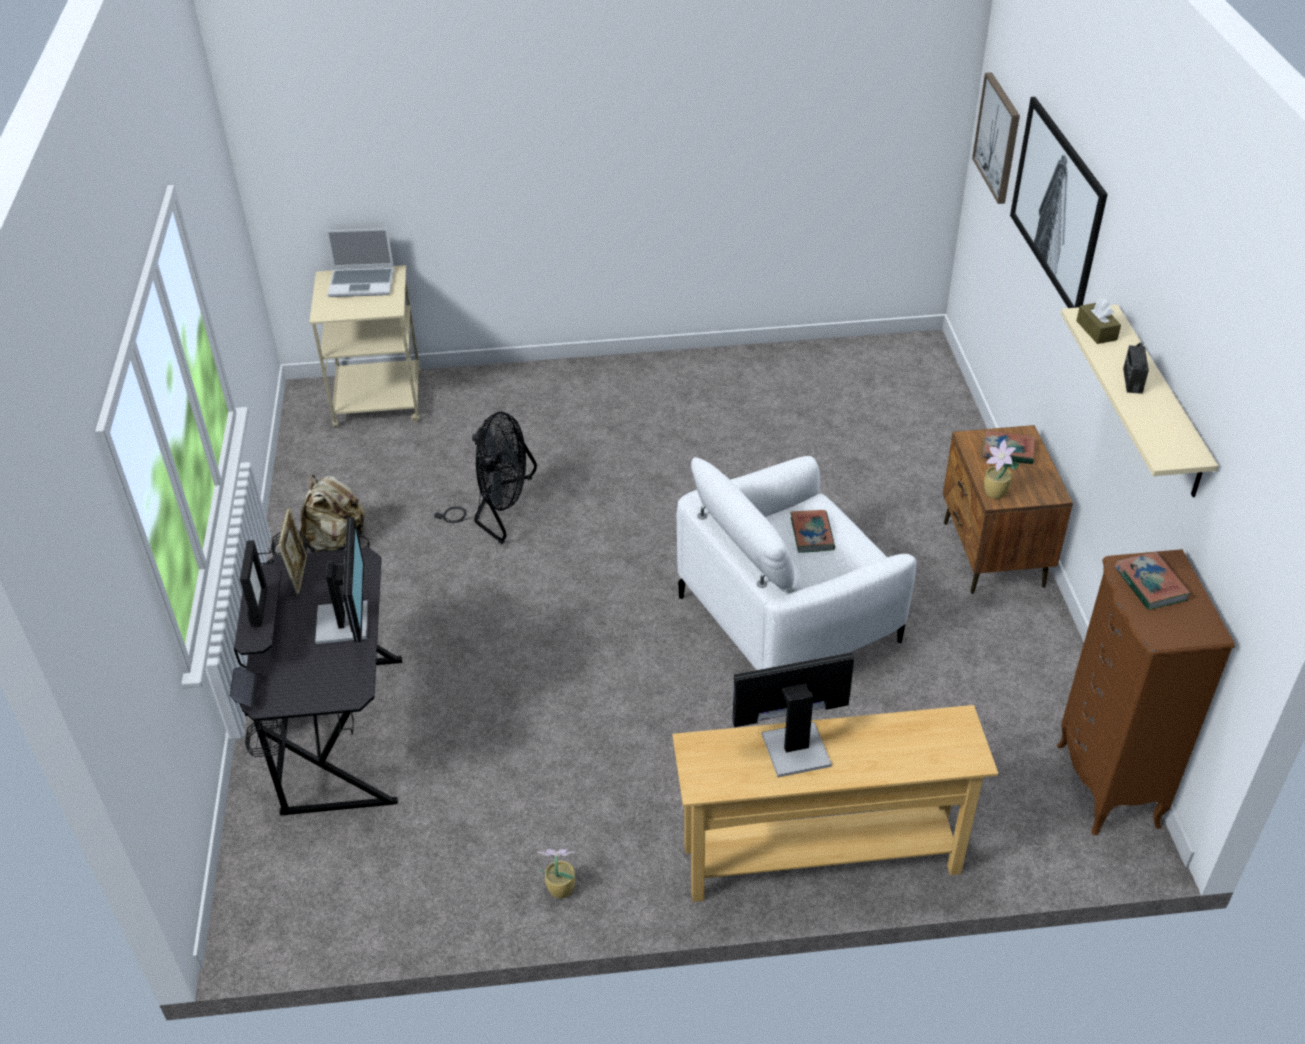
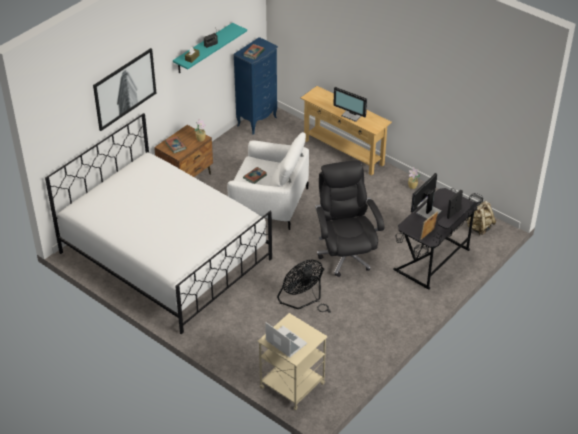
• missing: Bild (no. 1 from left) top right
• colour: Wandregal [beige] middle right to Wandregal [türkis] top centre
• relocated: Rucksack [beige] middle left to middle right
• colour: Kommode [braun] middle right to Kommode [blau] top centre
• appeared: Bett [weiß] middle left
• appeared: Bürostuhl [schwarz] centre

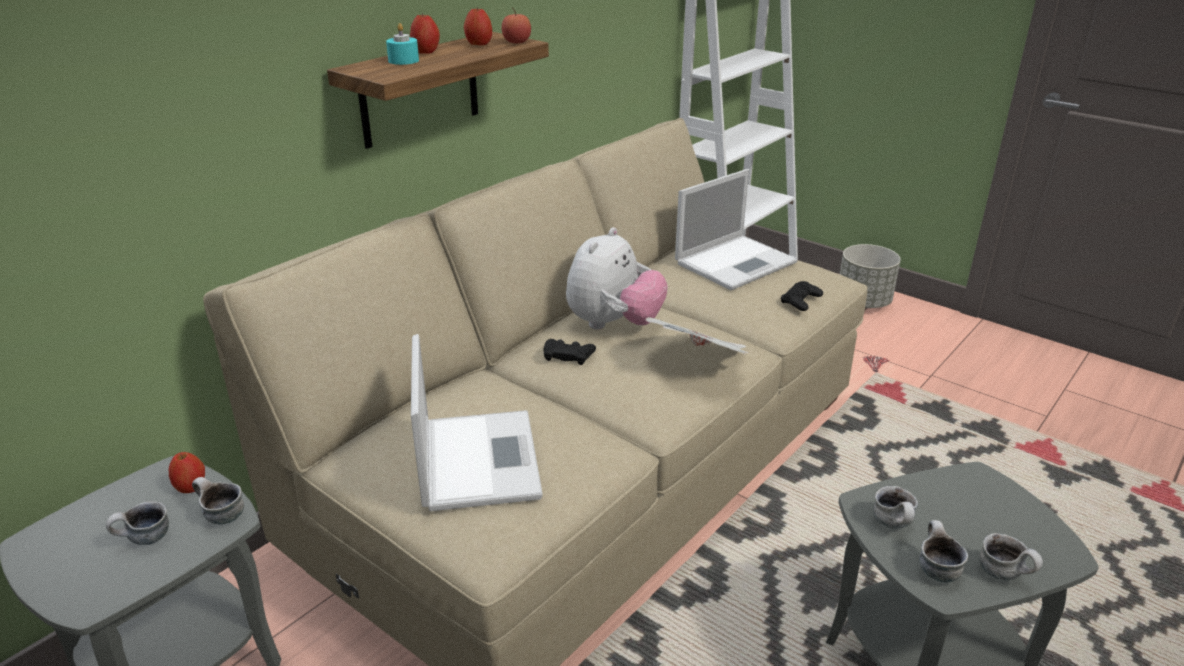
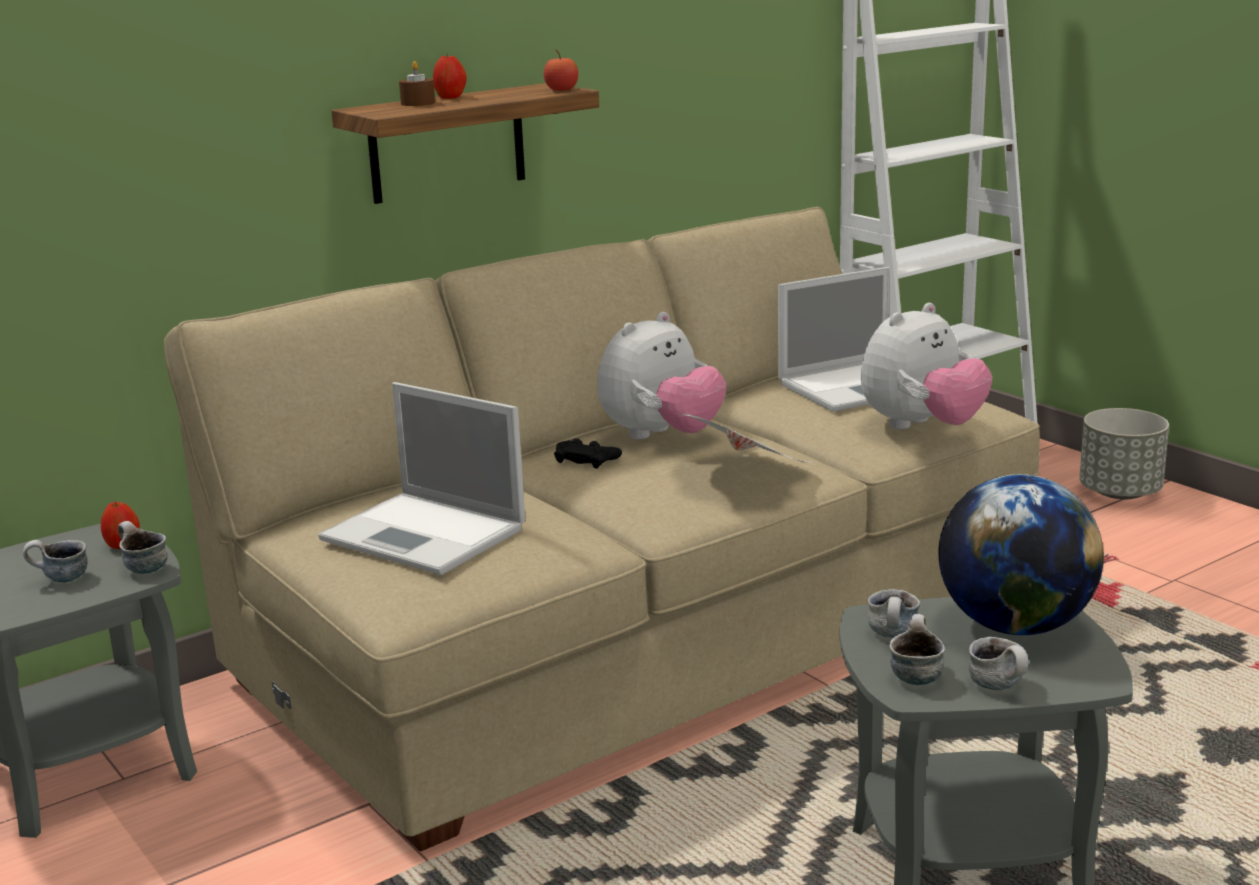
• missing: Apfel (no. 3 from left) top centre
• colour: Kerze [türkis] top centre to Kerze [braun] top left
• exchanged: Gamepad [schwarz] (no. 2 from left) middle right to Plüschtier (no. 2 from left) middle right
• spun: Laptop (no. 1 from left) centre = centre 120 degrees clockwise
• appeared: Globus middle right

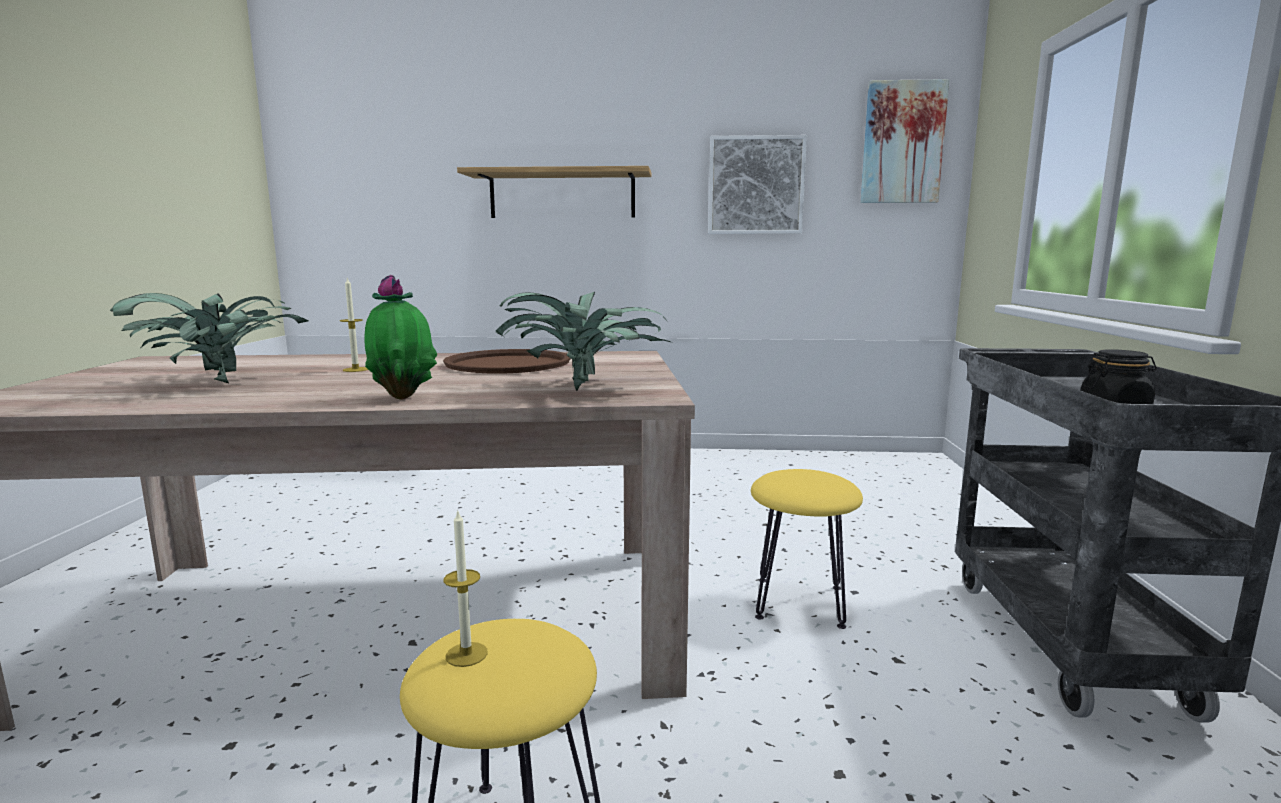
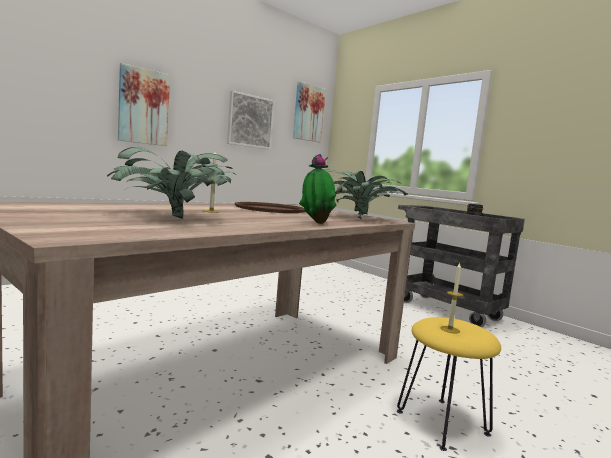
• exchanged: Wandregal top centre to Bild (no. 1 from left) top left
• missing: Hocker [gelb] (no. 2 from left) bottom centre

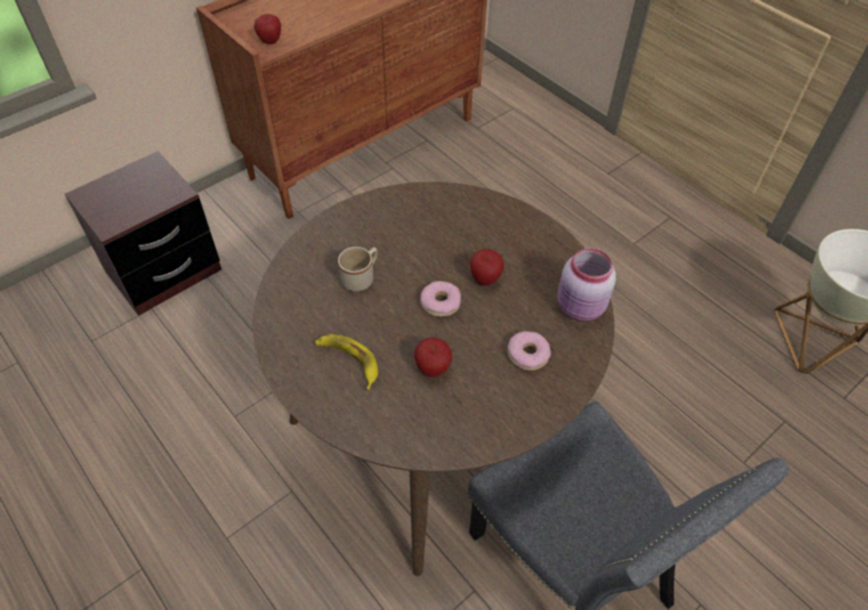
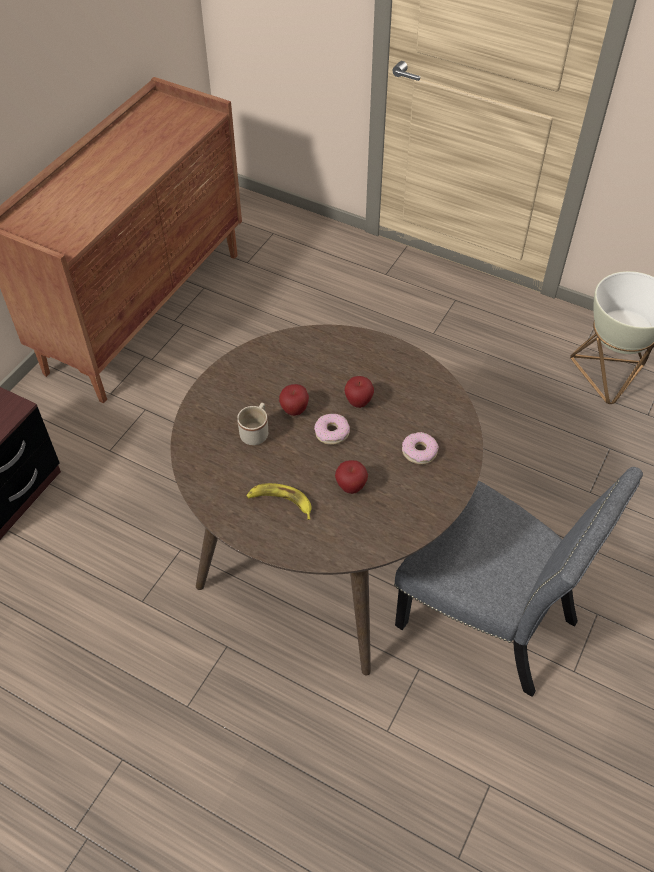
• relocated: Apfel (no. 1 from left) top left to centre
• missing: Vorratsglas [rosa] middle right

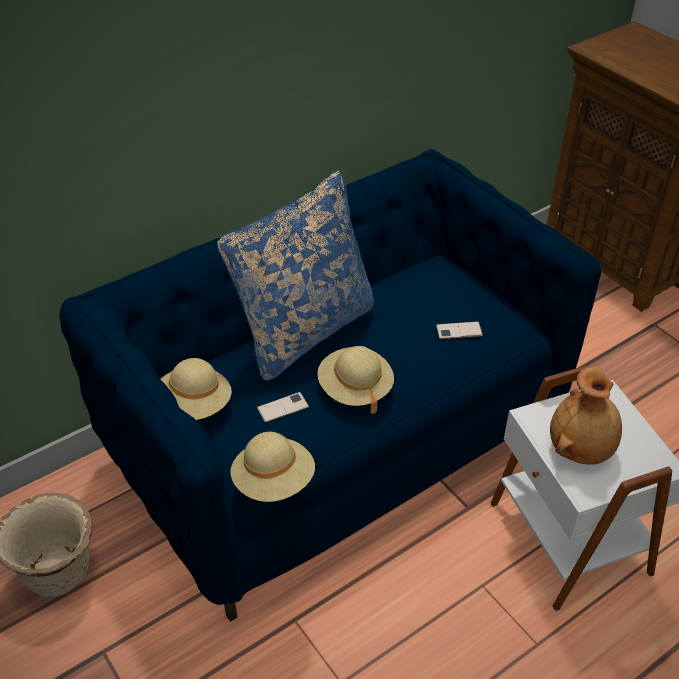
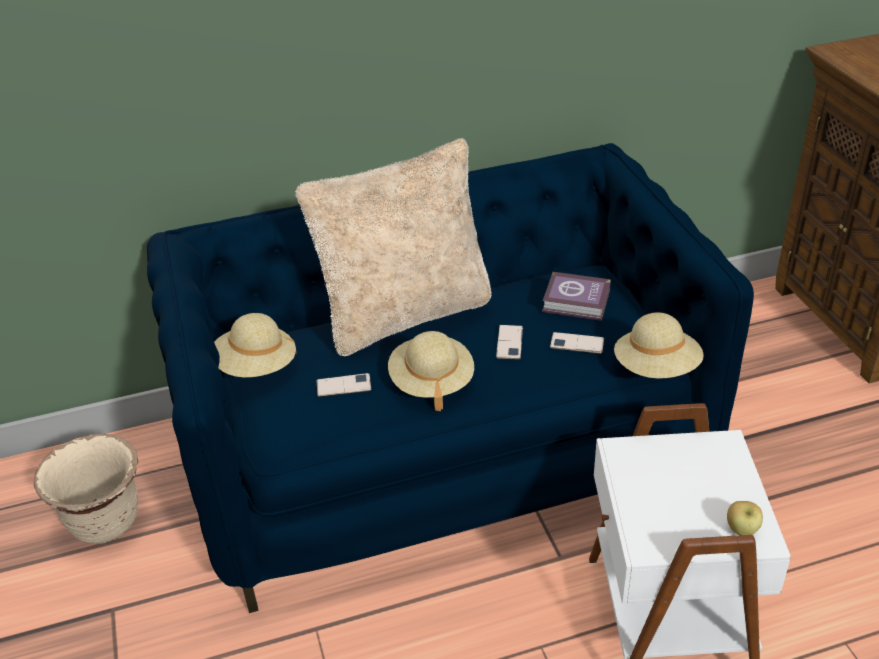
• colour: Kissen [blau] centre to Kissen [beige] centre
• missing: Vase [braun] middle right
• relocated: Hut [beige] (no. 2 from left in the first image) bottom centre to Hut [beige] (no. 3 from left) middle right
• appeared: Buch centre
• appeared: Handy (no. 2 from left) centre
• appeared: Apfel bottom right

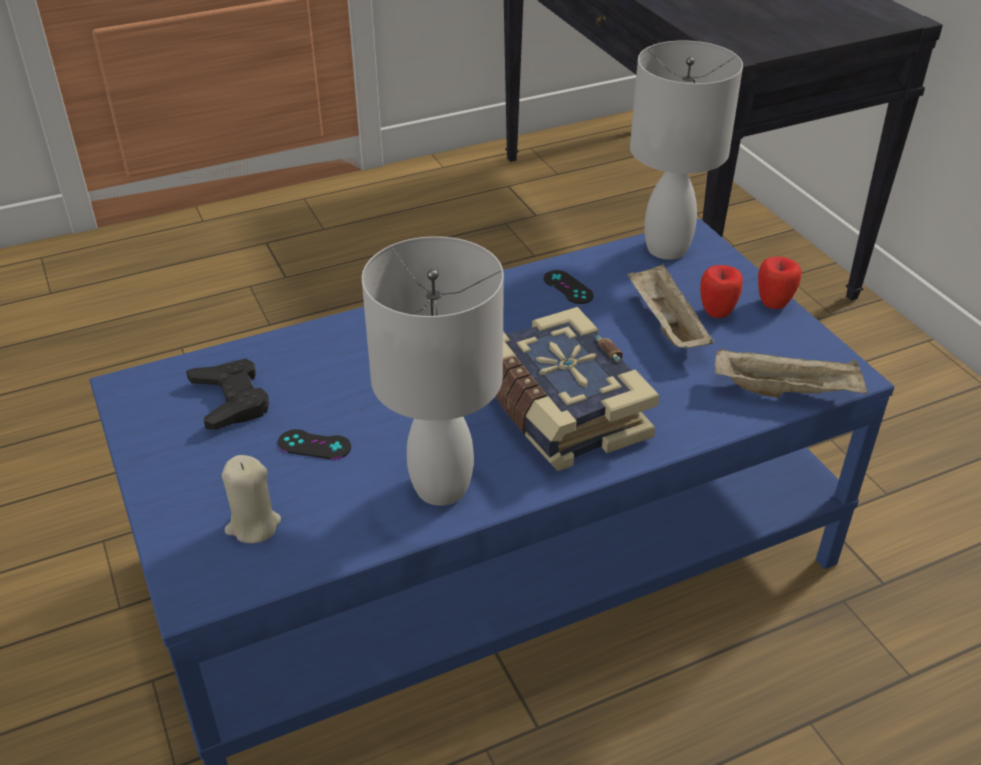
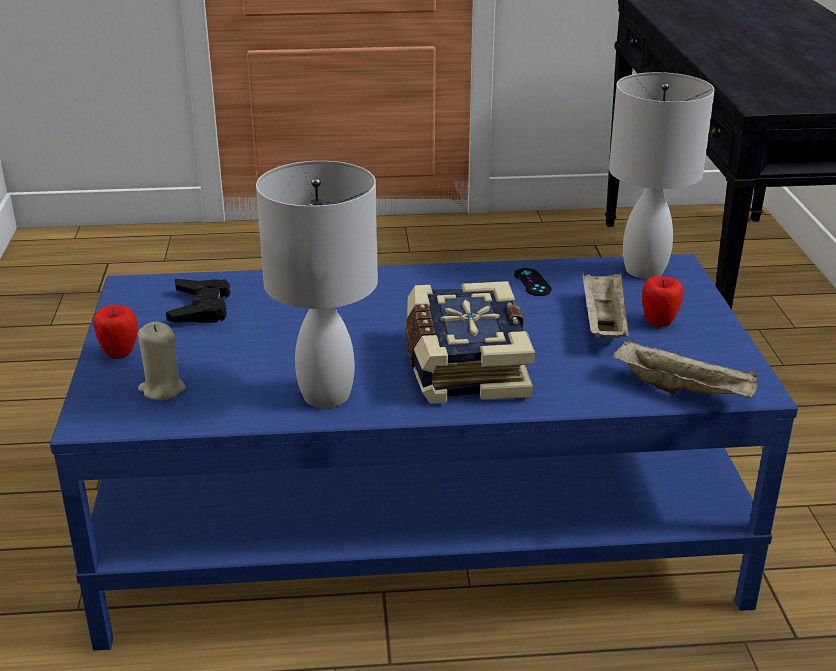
• relocated: Apfel (no. 2 from left in the first image) middle right to Apfel (no. 1 from left) middle left
• missing: Gamepad [schwarz] (no. 2 from left) middle left

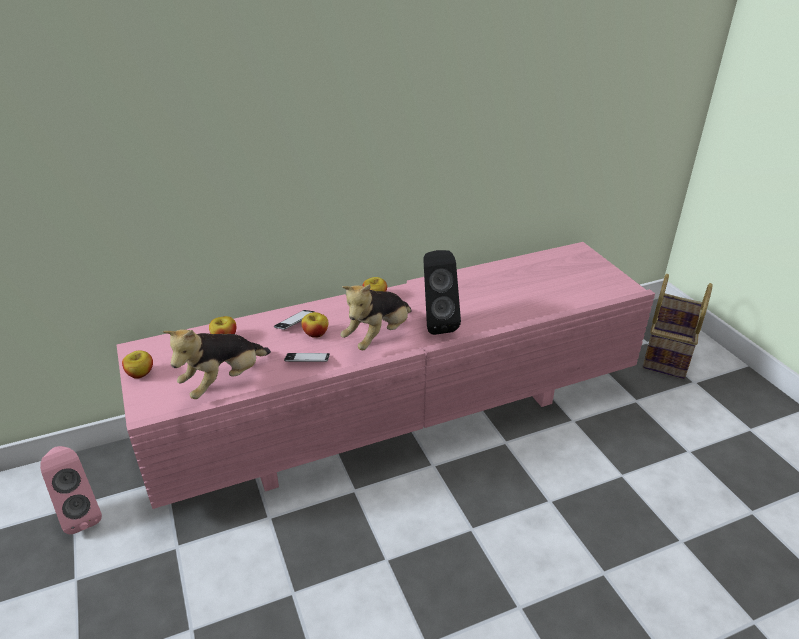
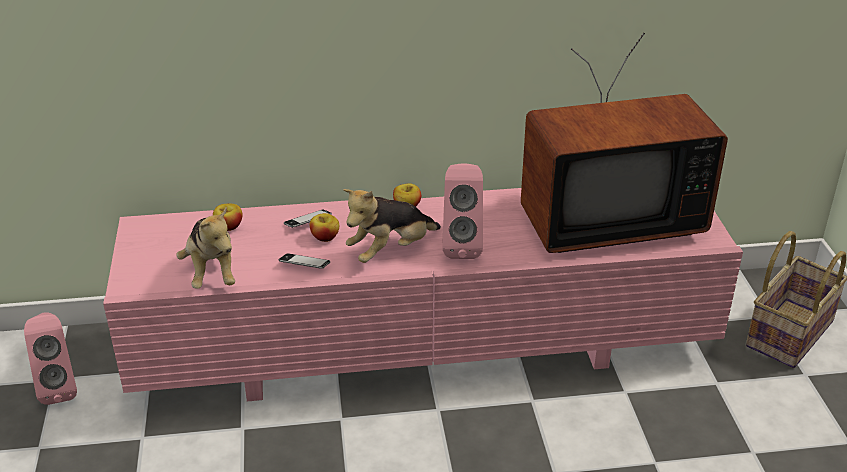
• colour: Lautsprecher [schwarz] centre to Lautsprecher [rosa] (no. 2 from left) centre
• spun: Plüschtier (no. 1 from left) middle left = middle left 75 degrees counterclockwise
• missing: Apfel (no. 1 from left) middle left
• appeared: Fernseher top right

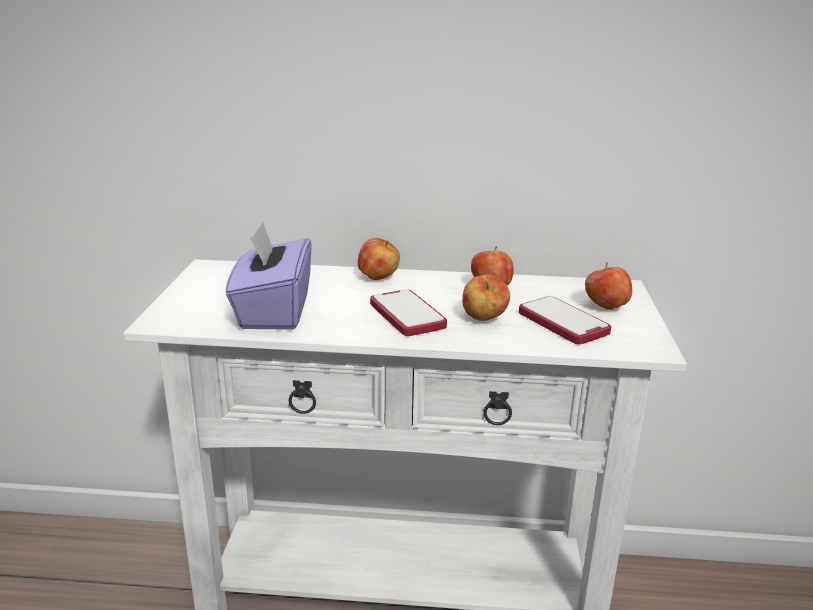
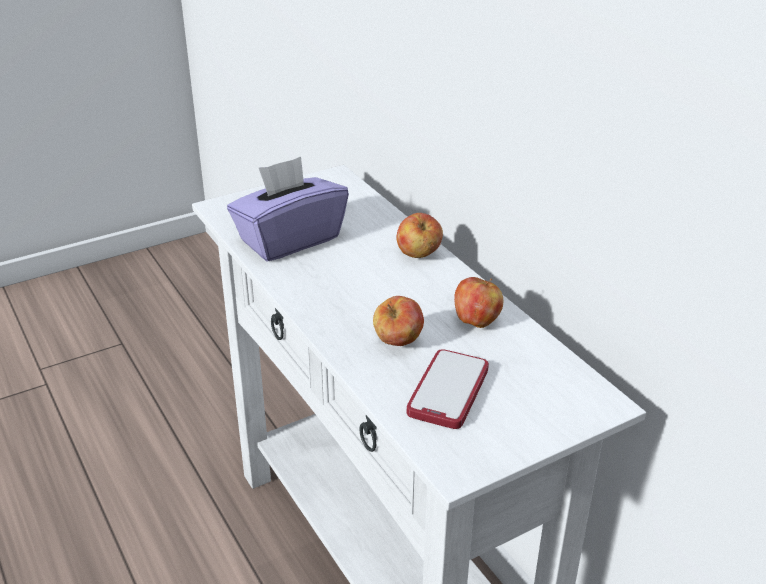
• missing: Apfel (no. 4 from left) middle right
• missing: Handy (no. 1 from left) centre

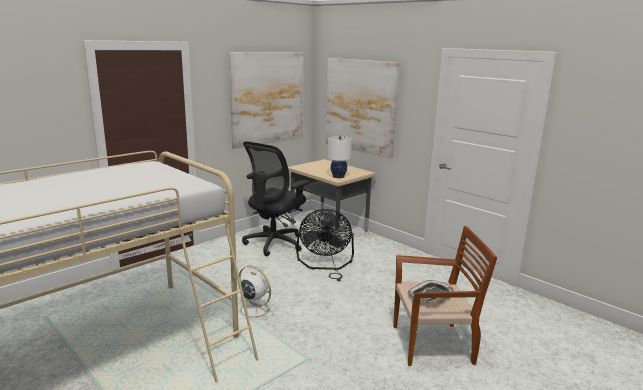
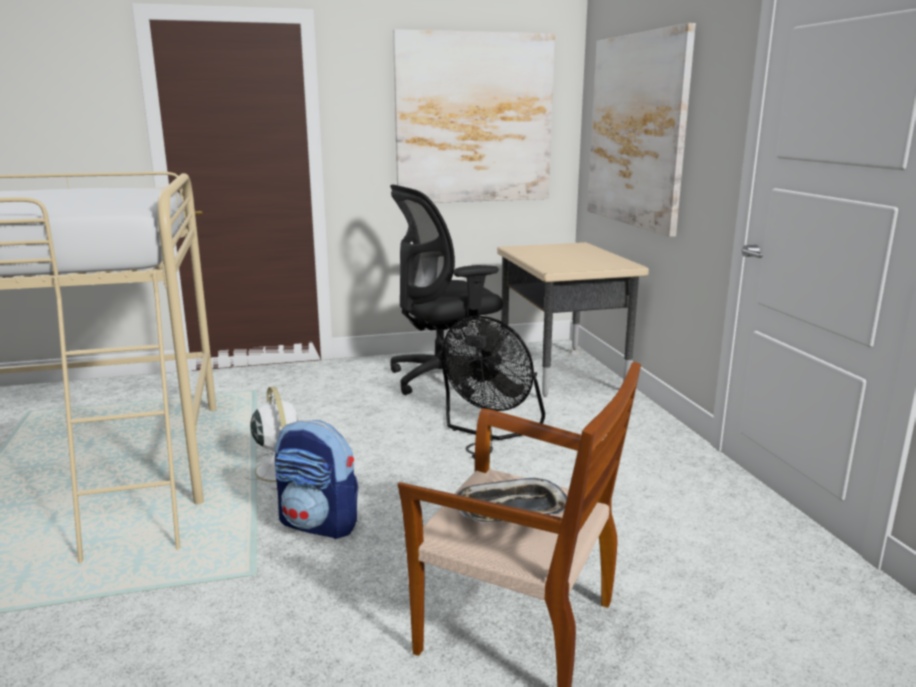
• missing: Tischlampe [weiß] centre
• appeared: Rucksack bottom centre

